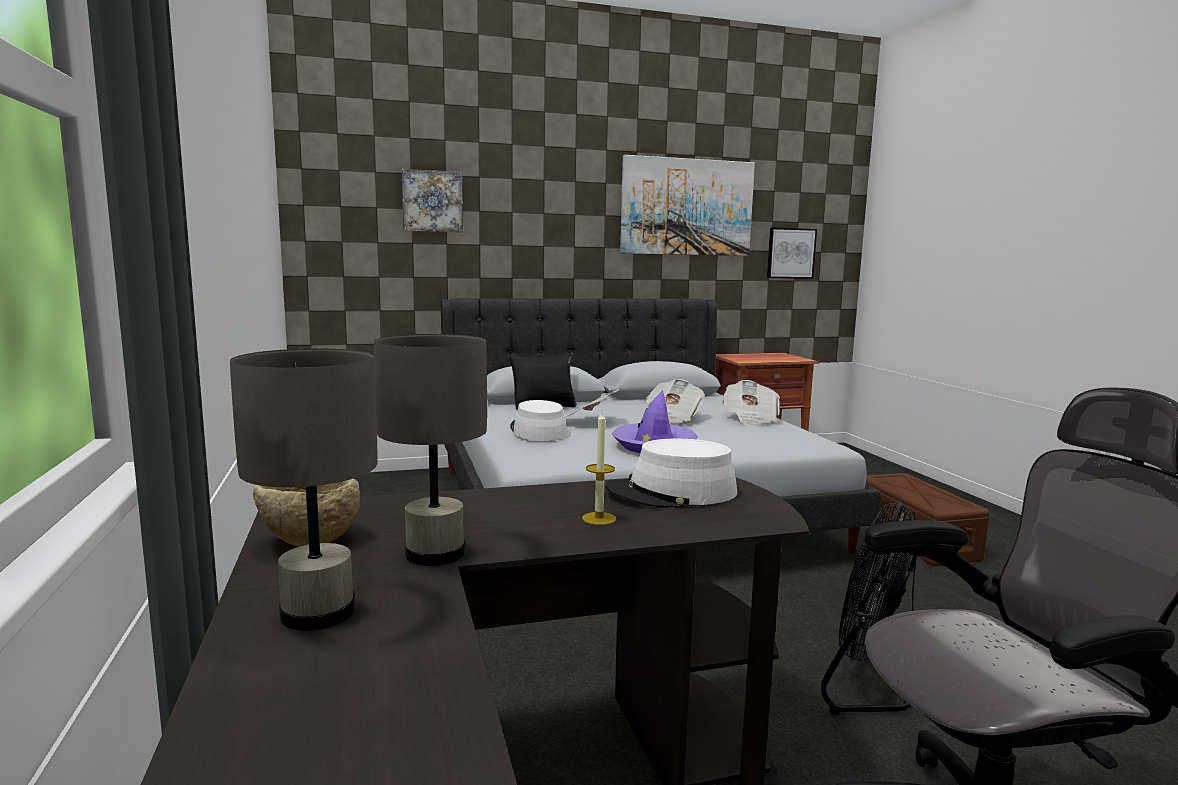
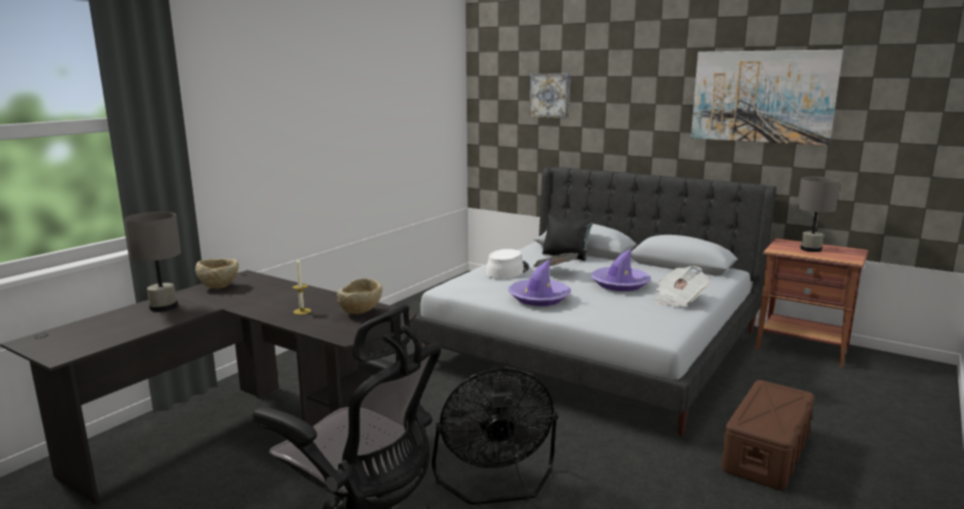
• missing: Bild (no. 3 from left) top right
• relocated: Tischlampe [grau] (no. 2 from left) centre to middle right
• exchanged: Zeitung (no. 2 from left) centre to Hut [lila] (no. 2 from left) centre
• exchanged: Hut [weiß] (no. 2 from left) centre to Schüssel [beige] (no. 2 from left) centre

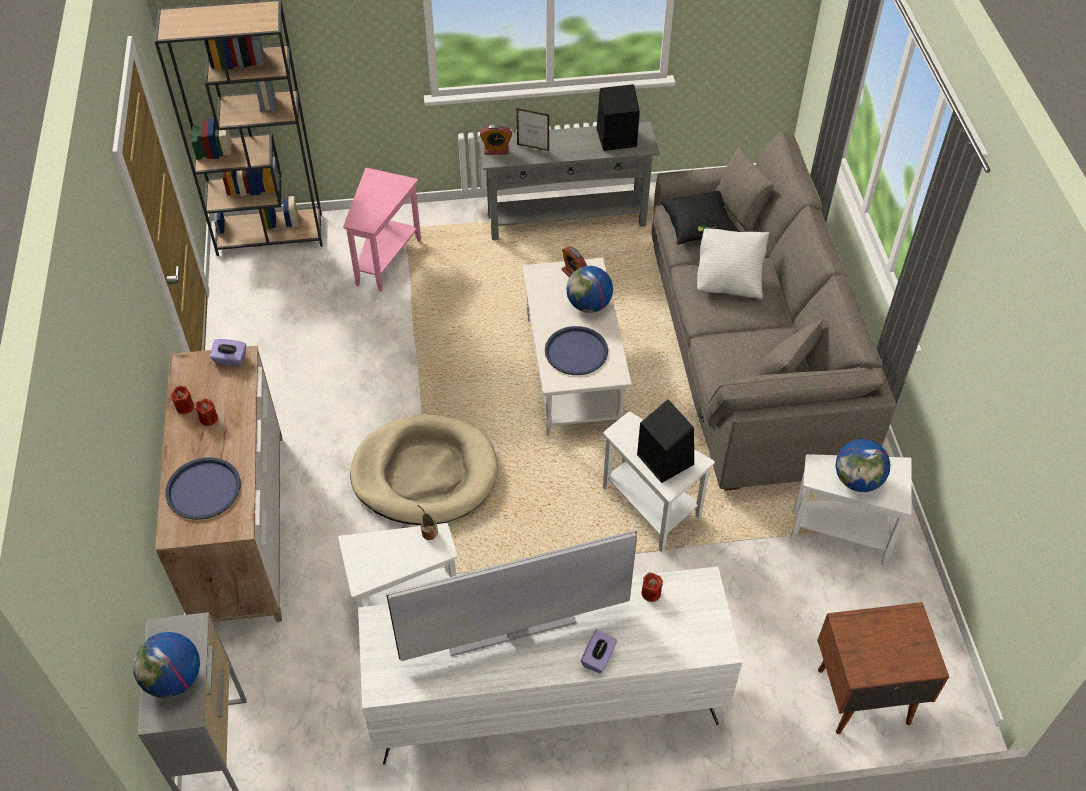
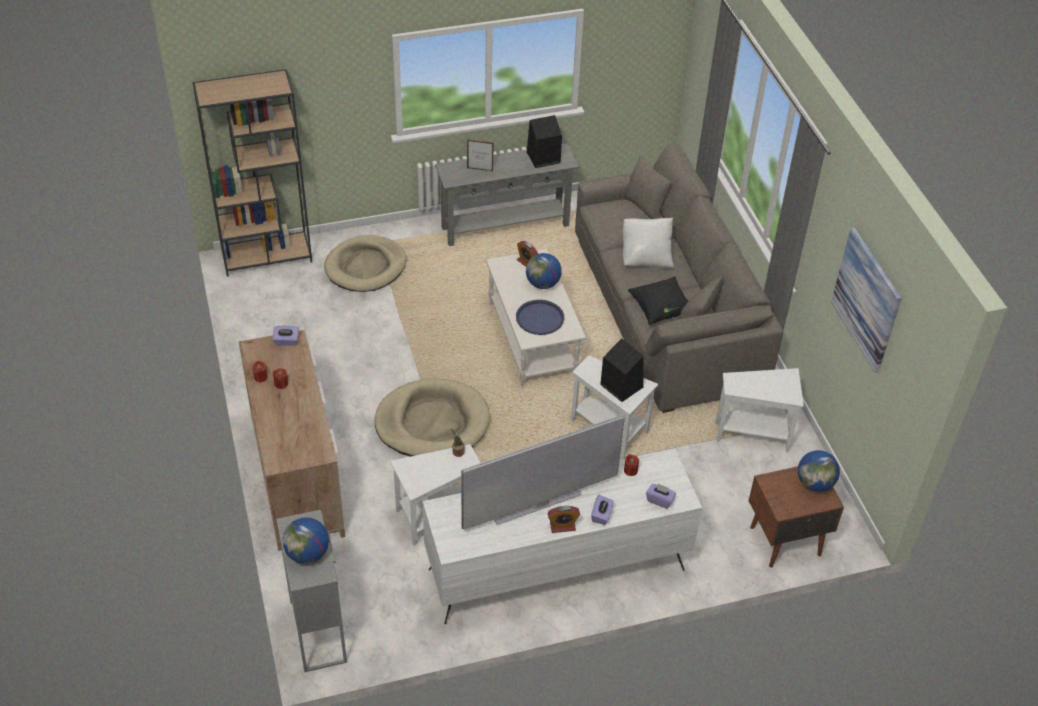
• relocated: Wecker (no. 1 from left in the first image) top centre to Wecker (no. 2 from left) bottom centre
• exchanged: Beistelltisch [rosa] top centre to Hundebett [beige] (no. 1 from left) centre
• relocated: Kissen [schwarz] top centre to centre
• relocated: Globus (no. 3 from left) middle right to bottom right
• missing: Tablett [blau] (no. 1 from left) middle left
• appeared: Bild middle right
• appeared: Taschentuchbox [lila] (no. 3 from left) bottom centre

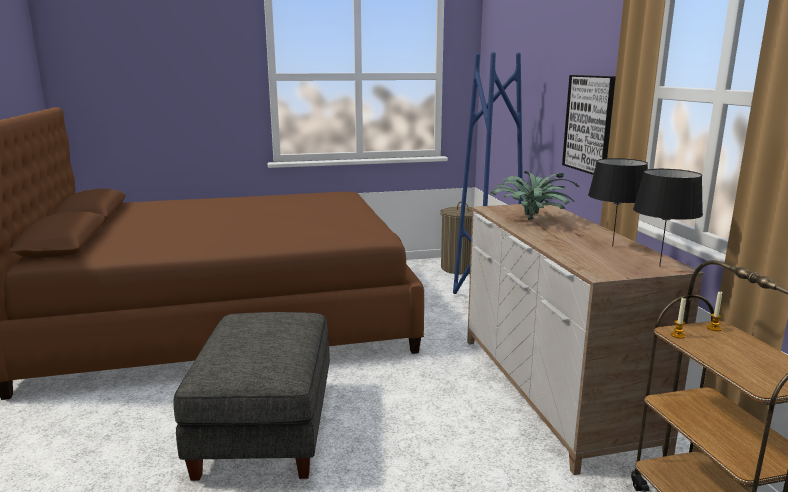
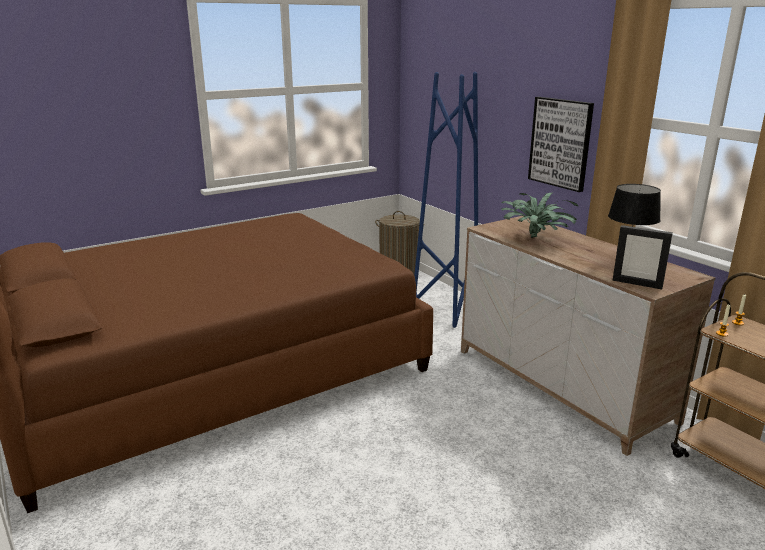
• missing: Tischlampe [schwarz] (no. 2 from left) middle right
• missing: Polsterhocker [grau] bottom left
• appeared: Bilderrahmen middle right

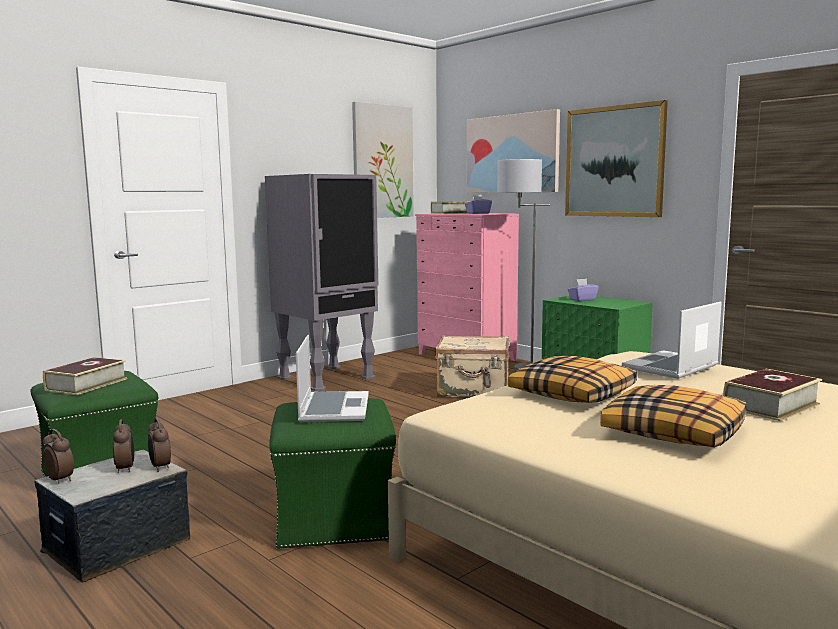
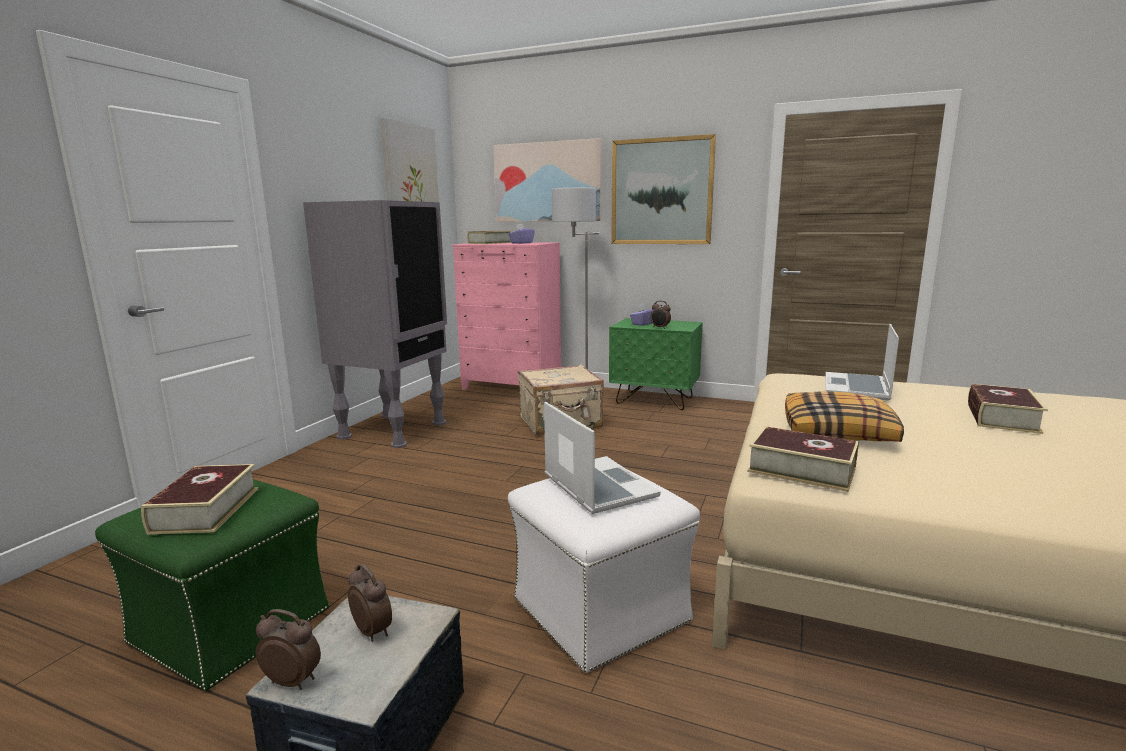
• missing: Kissen (no. 2 from left) middle right
• colour: Polsterhocker [grün] (no. 2 from left) bottom centre to Polsterhocker [weiß] bottom centre
• relocated: Wecker (no. 3 from left) bottom left to centre
• appeared: Buch (no. 3 from left) middle right

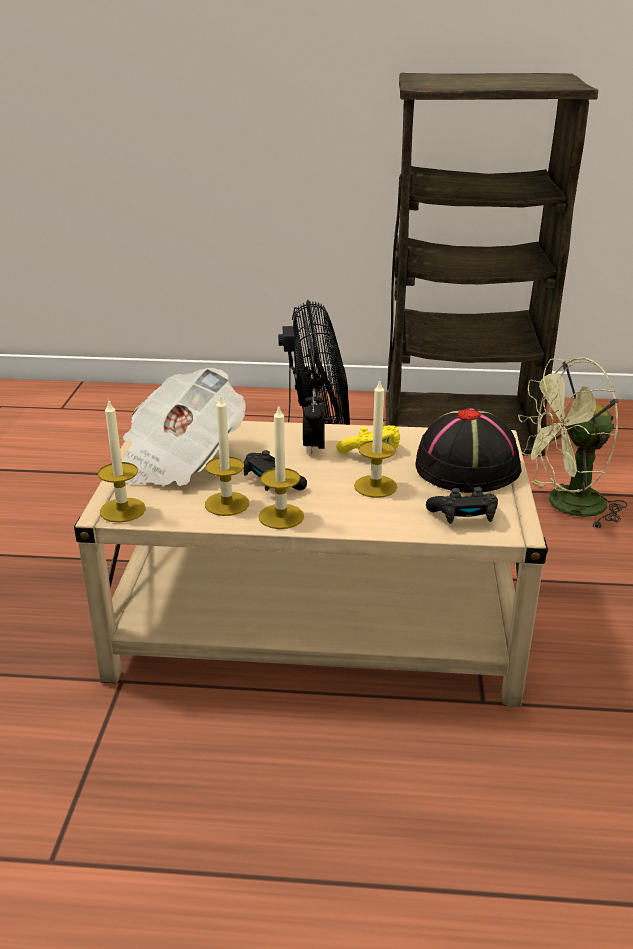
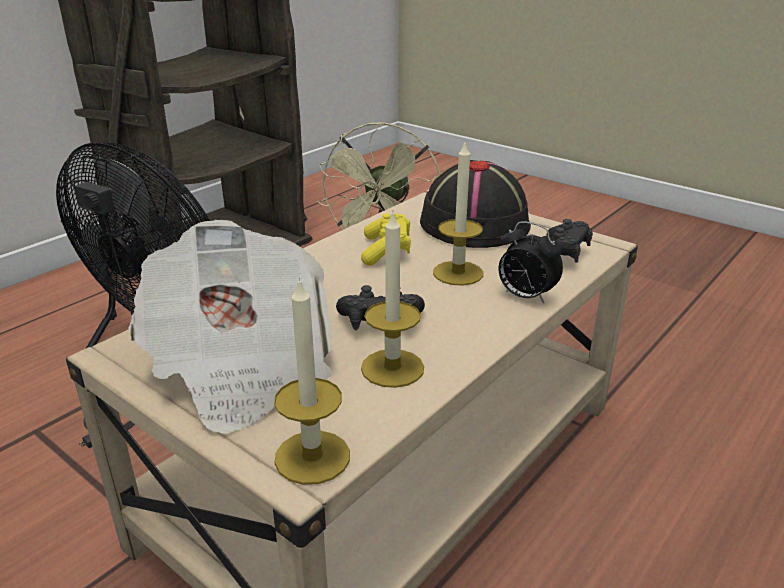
• relocated: Wecker centre to middle right
• missing: Kerze (no. 3 from left) centre

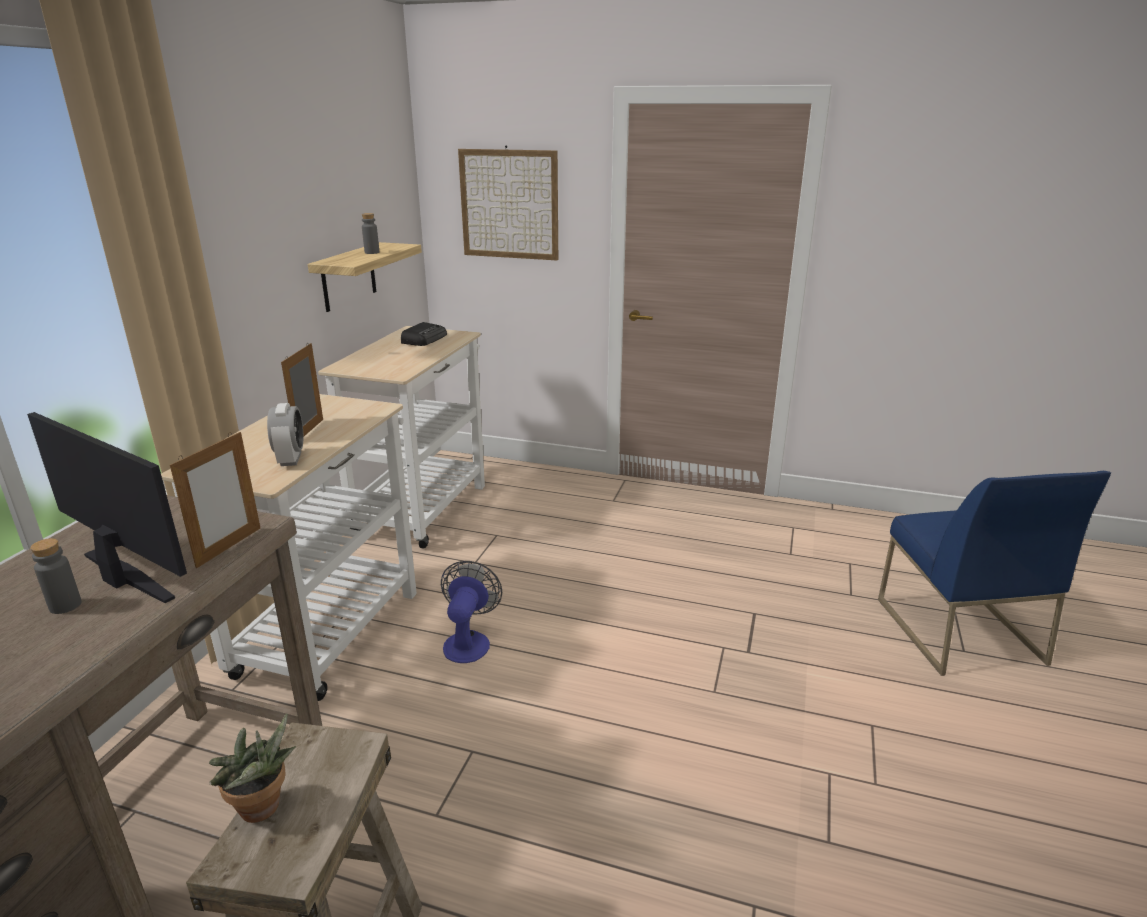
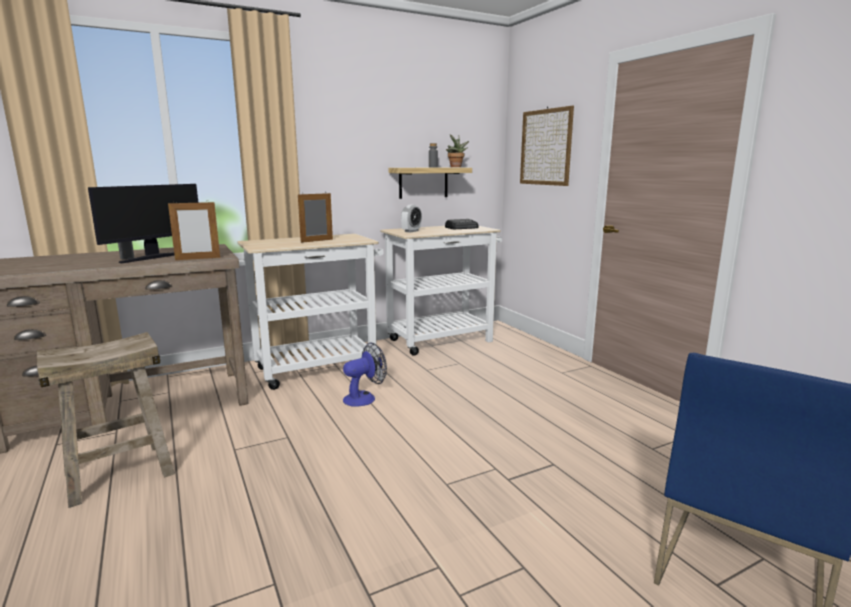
• relocated: Wecker middle left to centre
• spun: Monitor middle left = middle left 45 degrees clockwise
• relocated: Topfpflanze bottom left to top centre

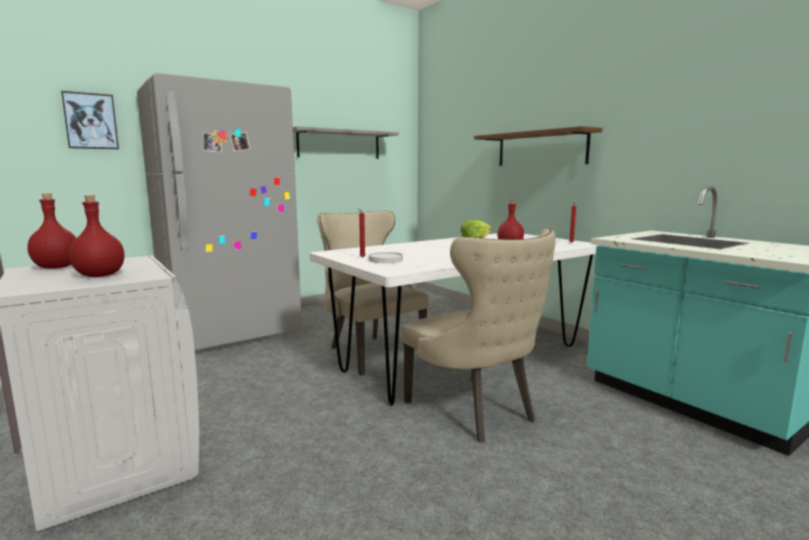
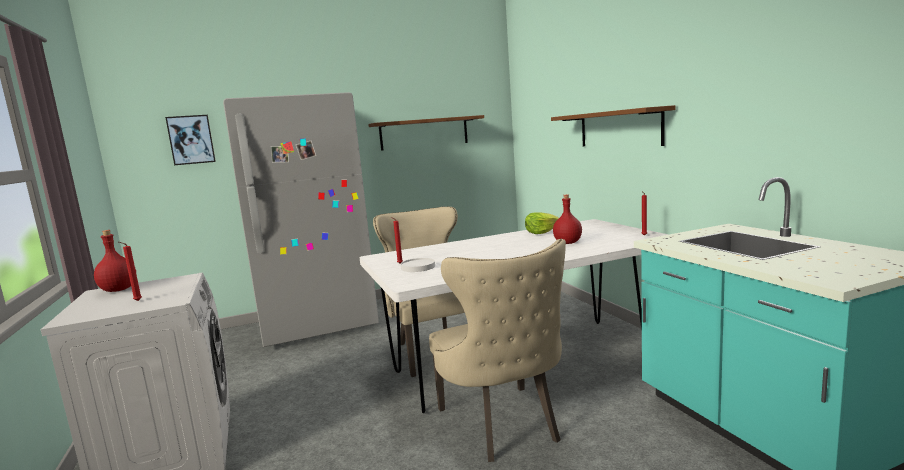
• colour: Wandregal [grau] top centre to Wandregal [braun] (no. 1 from left) top centre
• exchanged: Flasche [rot] (no. 2 from left) middle left to Kerze [rot] (no. 1 from left) middle left

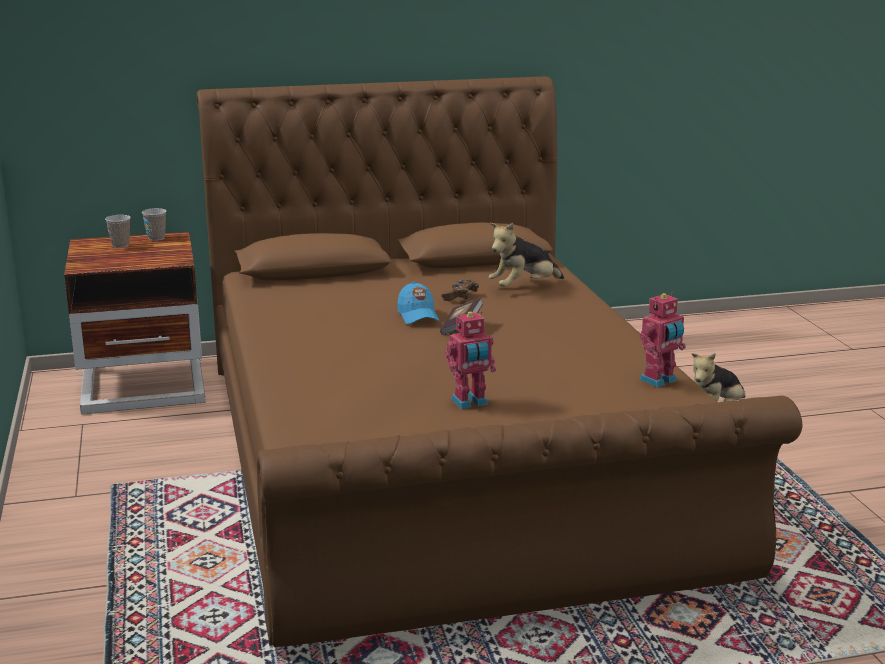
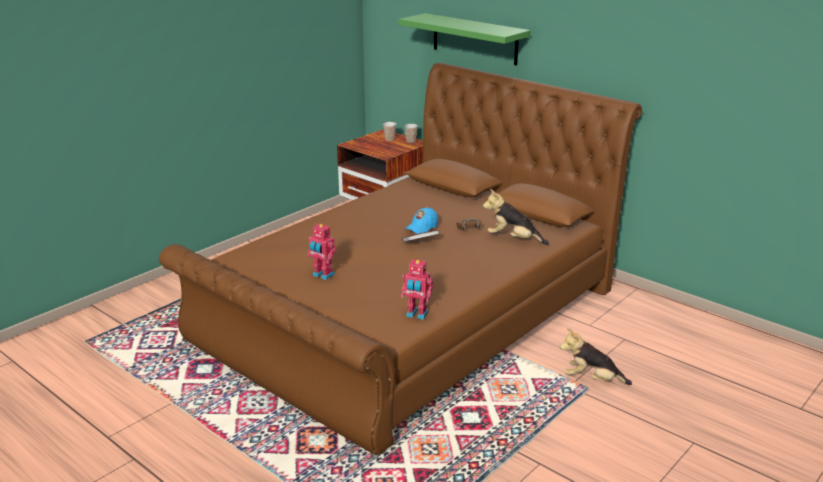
• appeared: Wandregal [grün] top centre

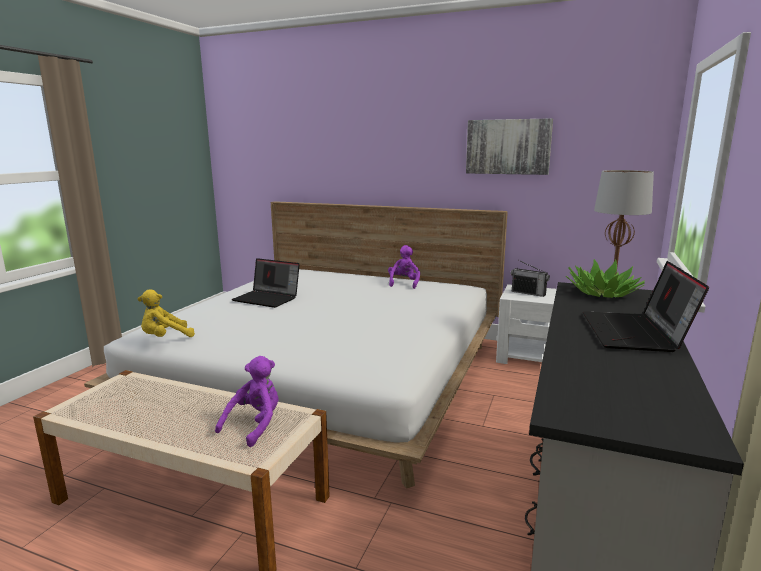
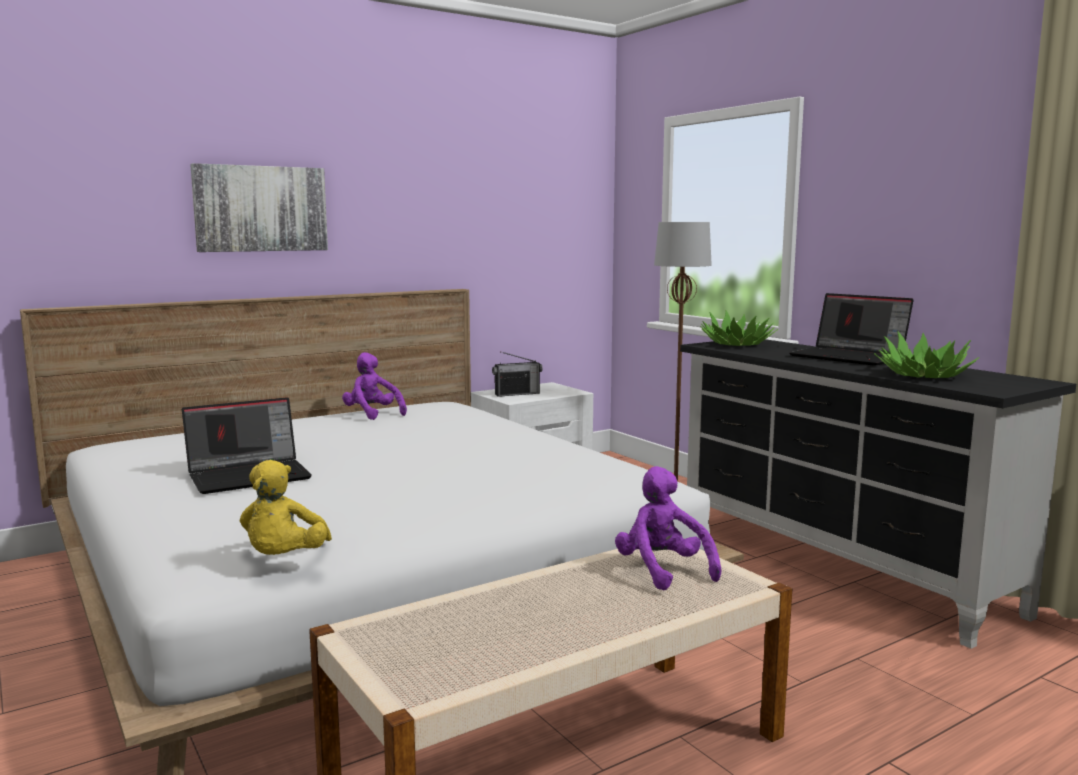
• relocated: Bild top right to top left
• appeared: Topfpflanze (no. 2 from left) middle right

